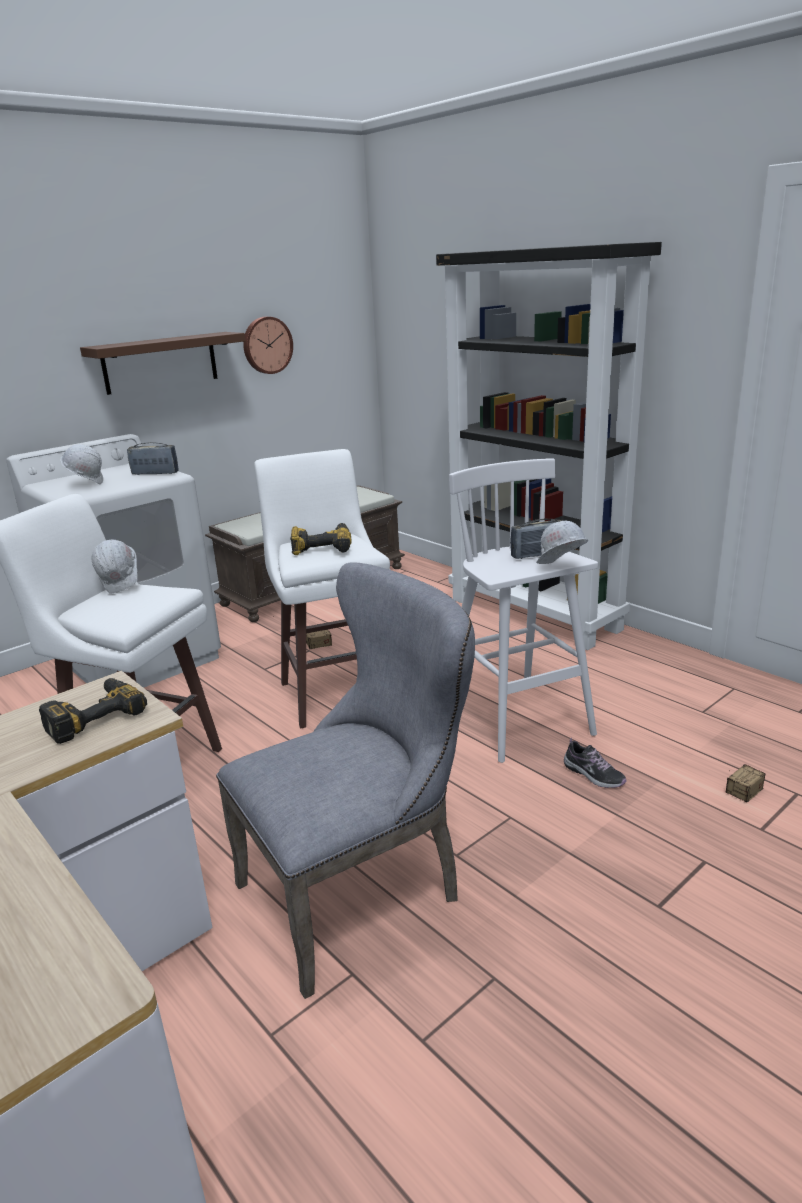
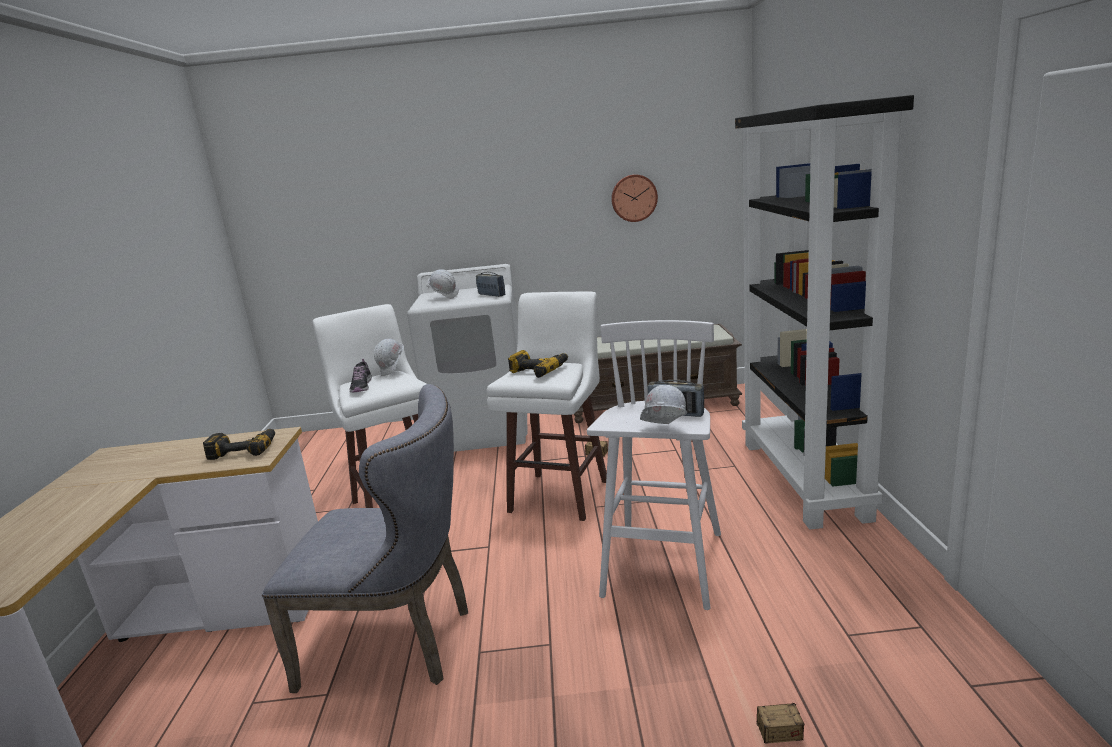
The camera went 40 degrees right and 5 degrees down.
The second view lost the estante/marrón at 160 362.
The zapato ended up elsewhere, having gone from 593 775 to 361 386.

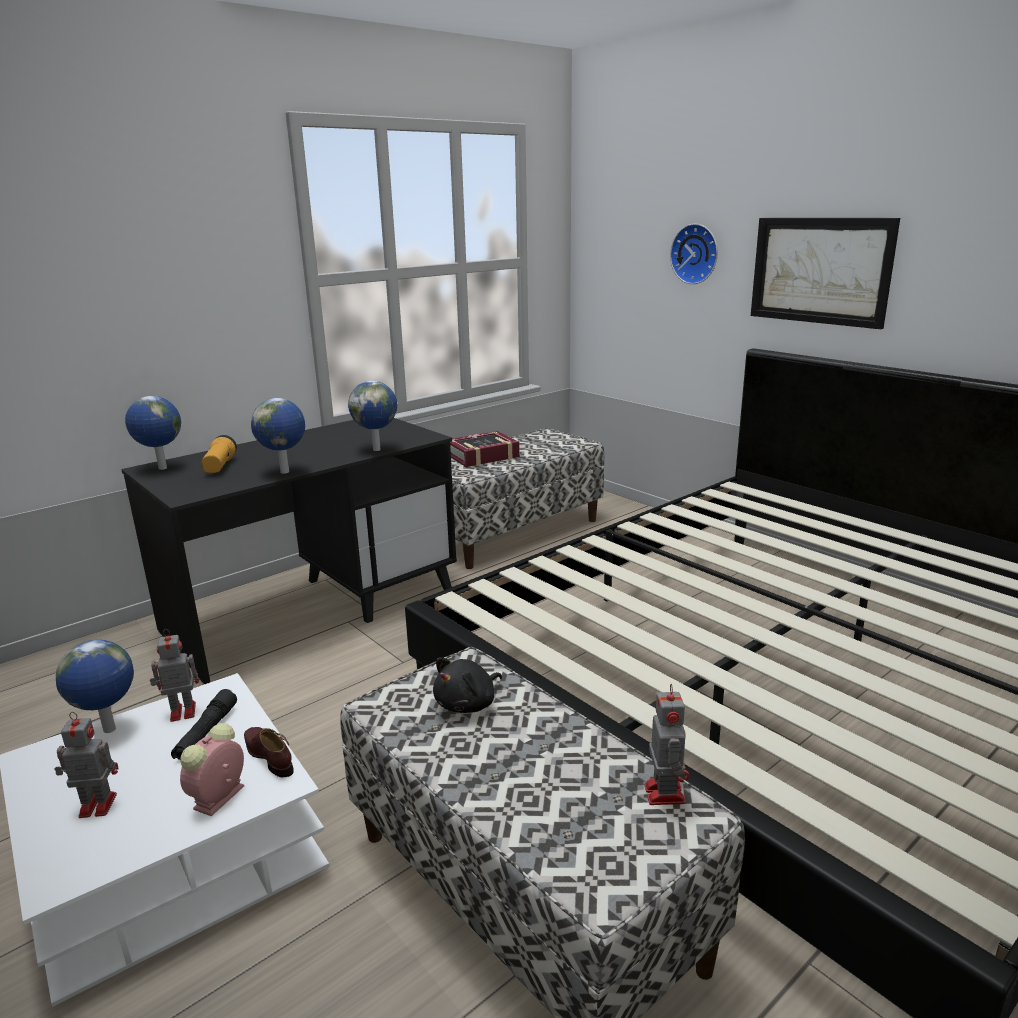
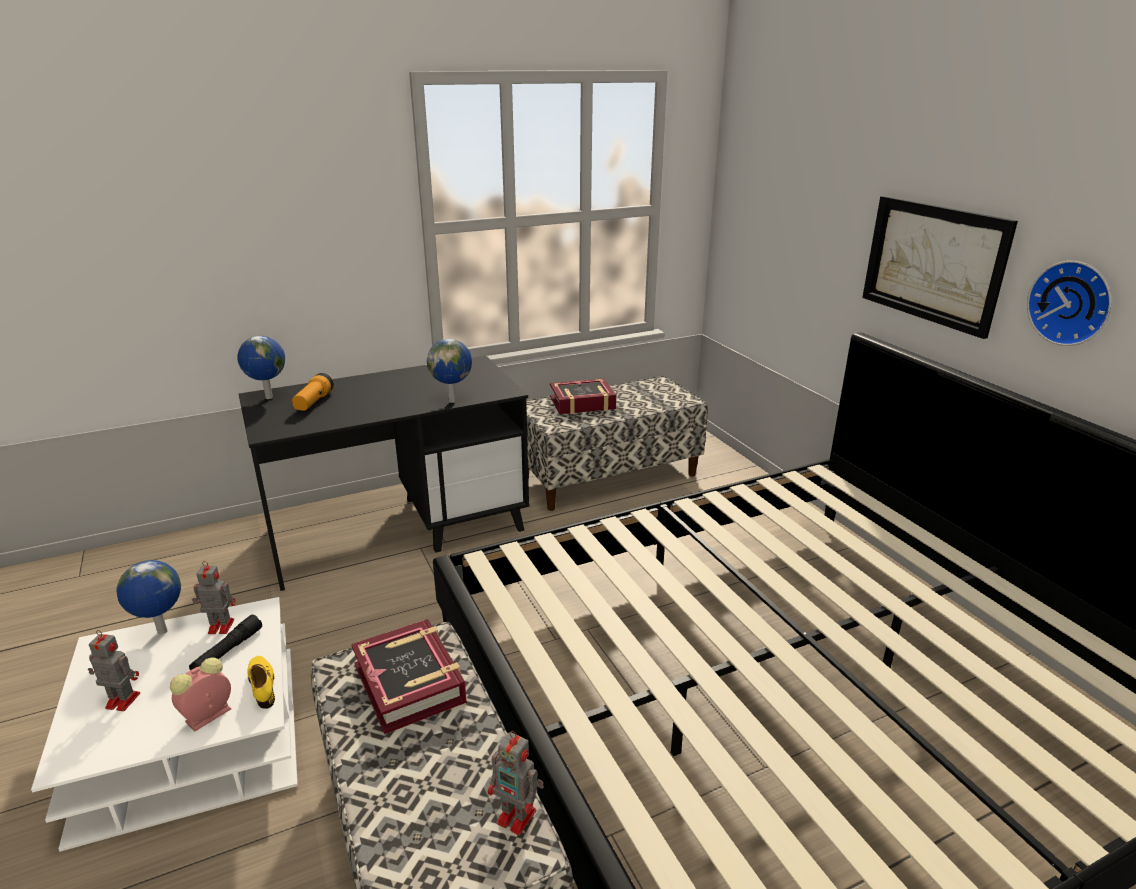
The camera went 15 degrees right and 5 degrees up.
The second view lost the globo terráqueo at 285 472.
The reloj de pared ended up elsewhere, having gone from 696 254 to 1072 303.
Where the peluche/negro stood at 468 704, the libro came to stand at 410 683.
What was the zapato/marrón at 269 756 turned into the zapato/amarillo at 263 684.
The robot de juguete at 664 792 ended up facing another way, 105 degrees clockwise from before.

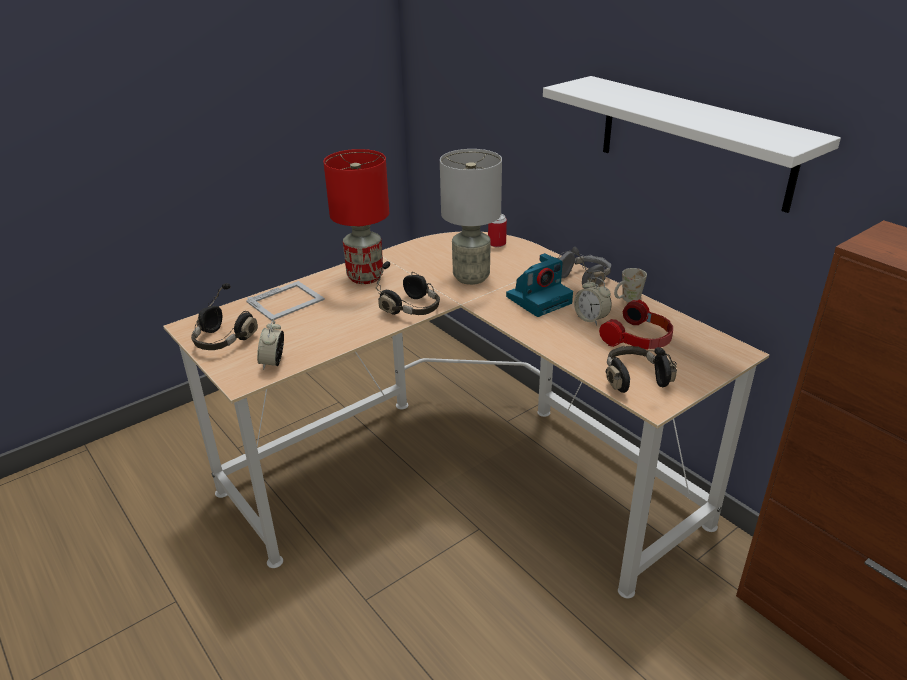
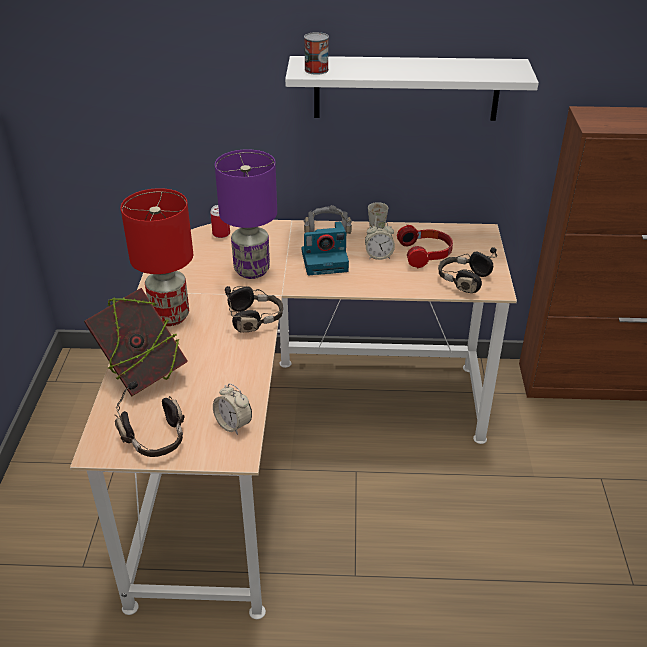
The camera went 50 degrees left and 5 degrees up.
The second view gained the lata at 316 70.
Where the portarretratos stood at 286 300, the libro came to stand at 142 374.
What was the lámpara de mesa/gris at 470 277 turned into the lámpara de mesa/morado at 251 271.
The cámara at 539 299 ended up facing another way, 75 degrees clockwise from before.

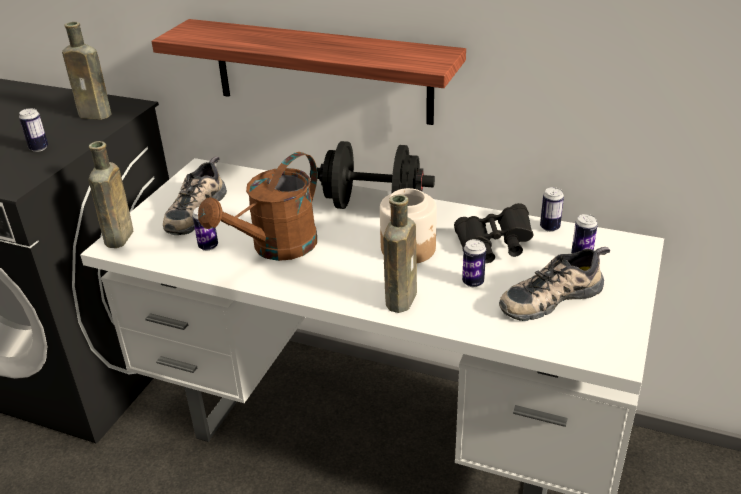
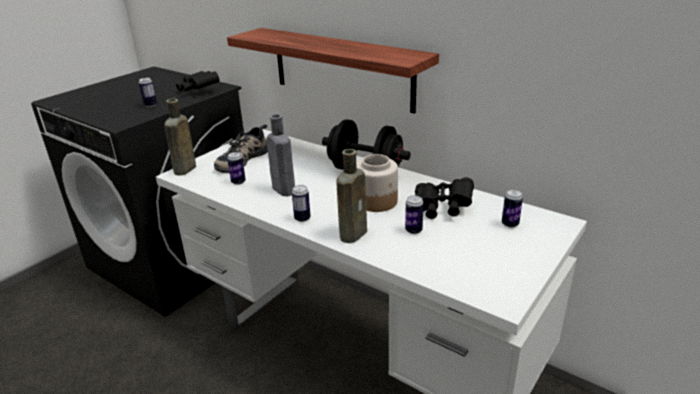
The camera went 15 degrees right and 5 degrees down.
The second view lost the zapato at 550 296.
The lata ended up elsewhere, having gone from 549 227 to 302 218.
Where the botella/marrón stood at 97 115, the prismáticos/negro came to stand at 198 90.
Where the regadera/marrón stood at 276 248, the botella/gris came to stand at 282 189.

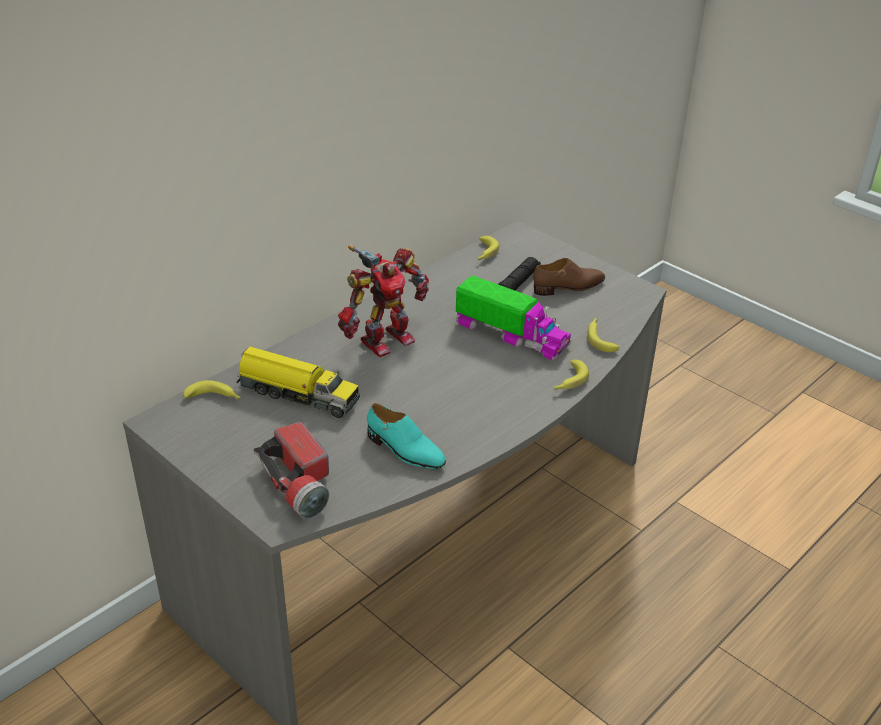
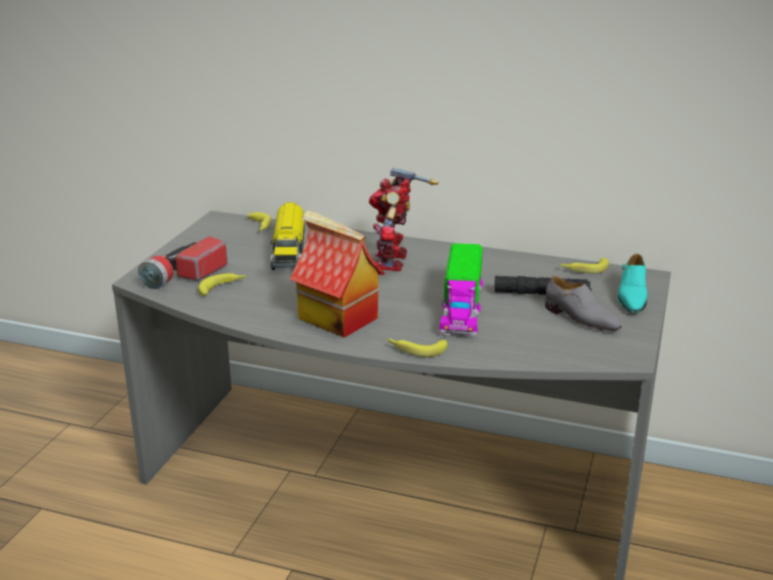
The camera went 65 degrees right and 10 degrees down.
The second view gained the casita at 336 318.
The zapato/turquesa ended up elsewhere, having gone from 405 450 to 631 297.
The plátano ended up elsewhere, having gone from 600 338 to 222 288.
What was the zapato/marrón at 568 287 turned into the zapato/gris at 581 319.
The robot de juguete at 384 339 ended up facing another way, 75 degrees clockwise from before.

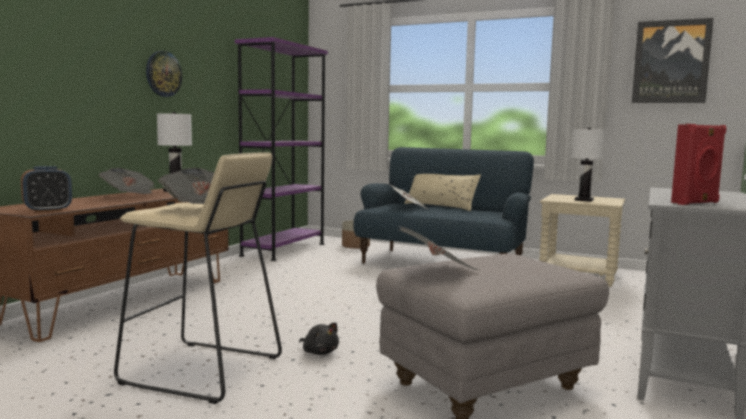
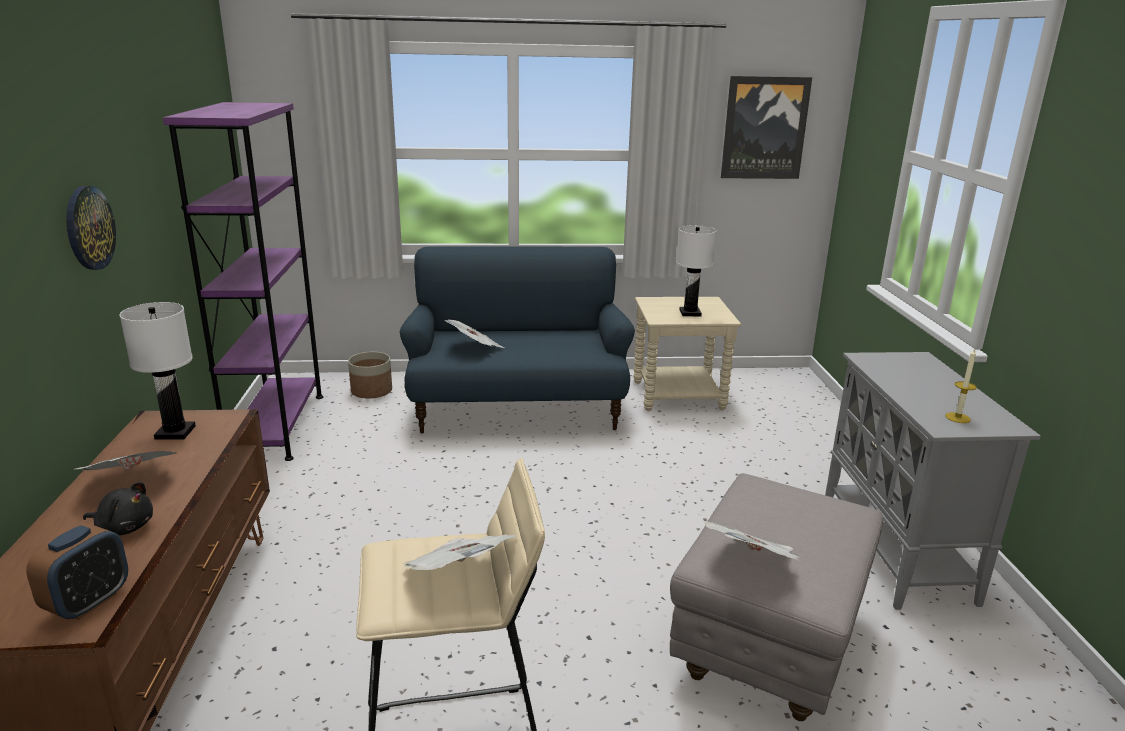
The camera went 30 degrees left and 15 degrees up.
The second view lost the cojín/beis at 440 206.
The peluche/negro ended up elsewhere, having gone from 319 352 to 124 528.
Where the altavoz/rojo stood at 696 203, the vela came to stand at 957 418.

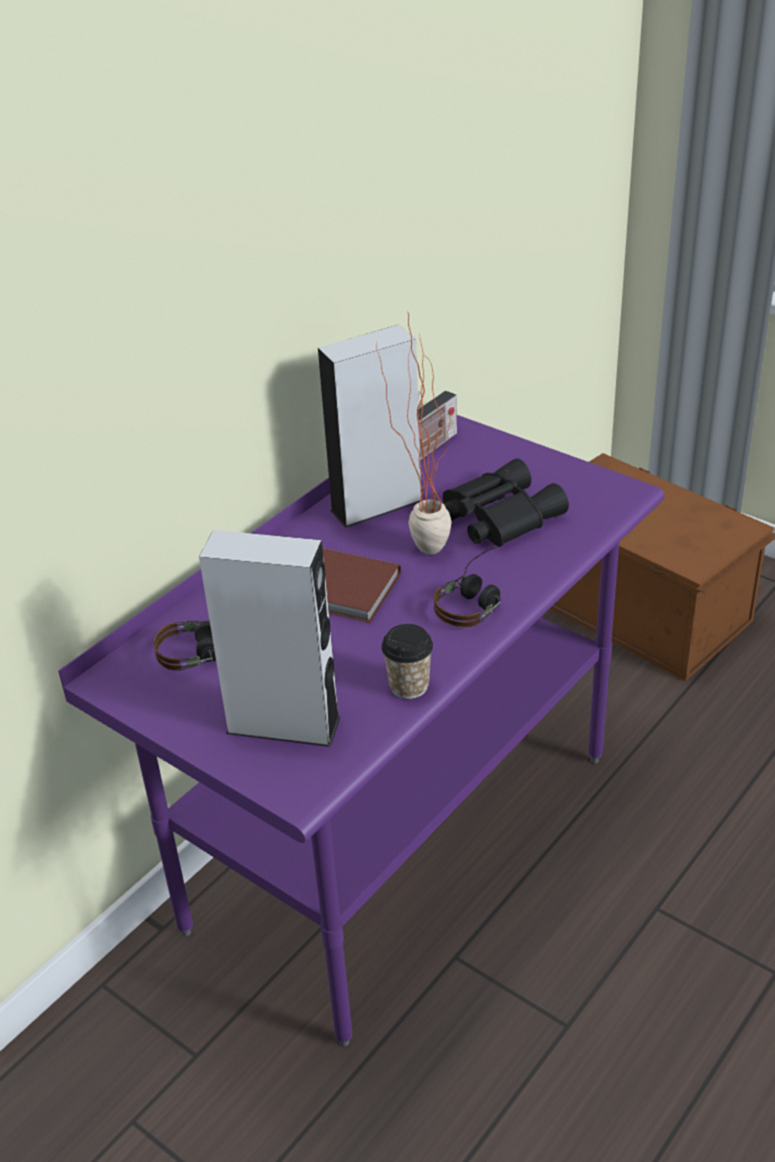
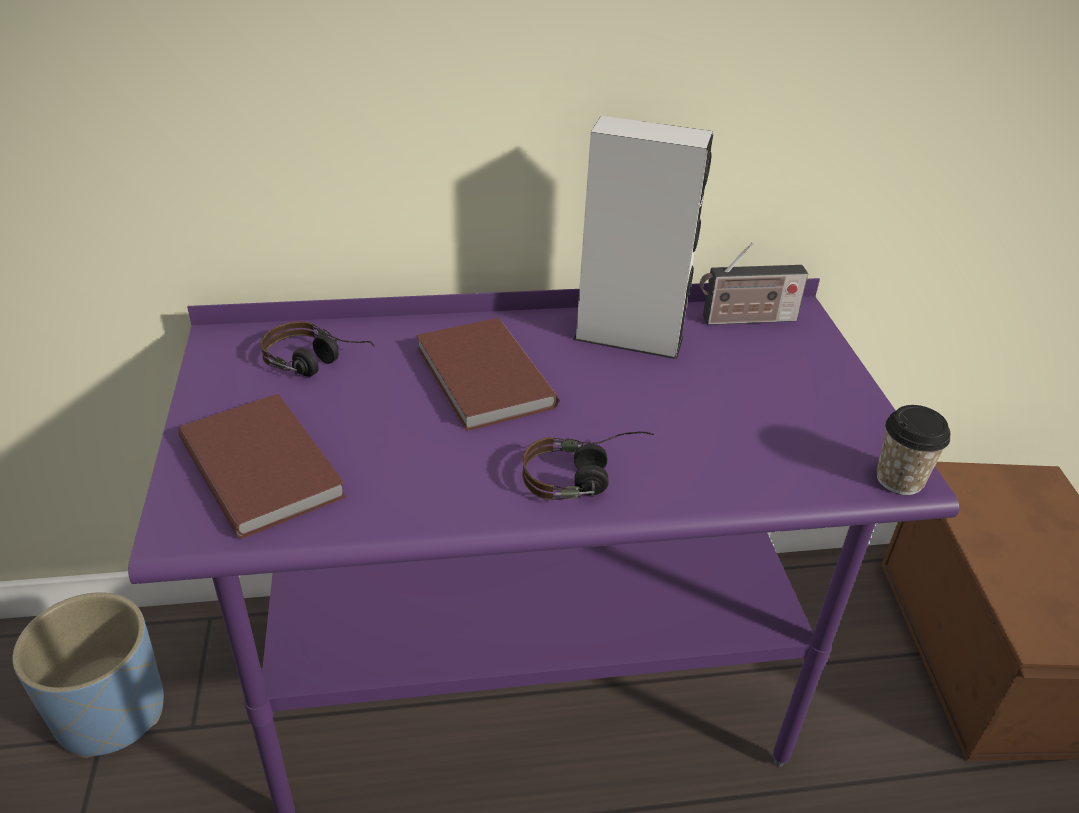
The camera went 40 degrees right and 0 degrees up.
The second view lost the planta en maceta at 421 544.
The second view lost the prismáticos/negro at 497 516.
The second view gained the maceta/azul at 111 711.
The taza ended up elsewhere, having gone from 409 686 to 899 479.
Where the altavoz/gris stood at 283 725, the libro/marrón came to stand at 264 465.

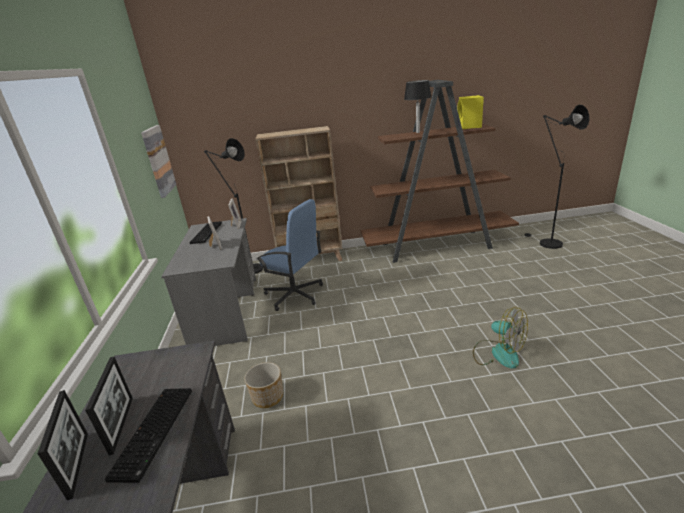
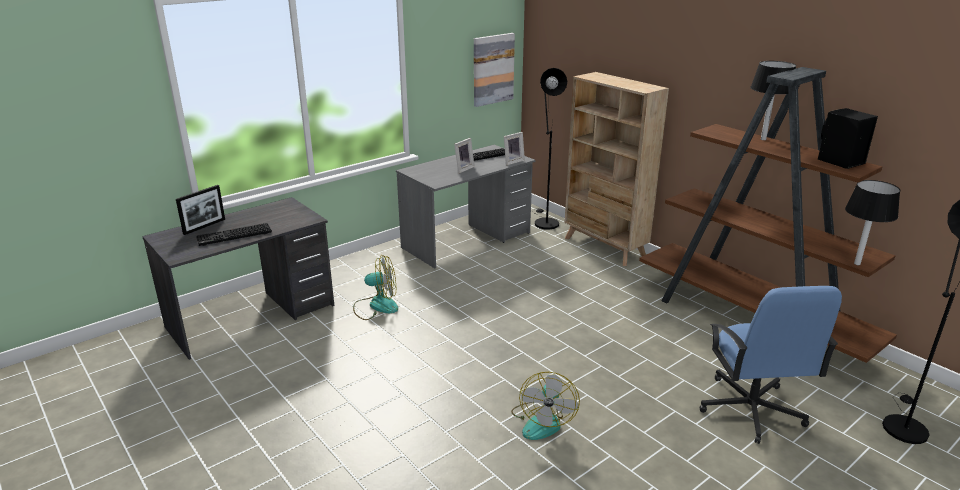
The camera went 55 degrees right and 0 degrees up.
The second view lost the portarretratos at 121 424.
The second view gained the lámpara de mesa/negro at 857 264.
The silla de oficina/azul ended up elsewhere, having gone from 295 295 to 750 410.
Where the maceta stood at 267 397, the ventilador came to stand at 376 306.
What was the altavoz/amarillo at 469 127 turned into the altavoz/negro at 839 162.

